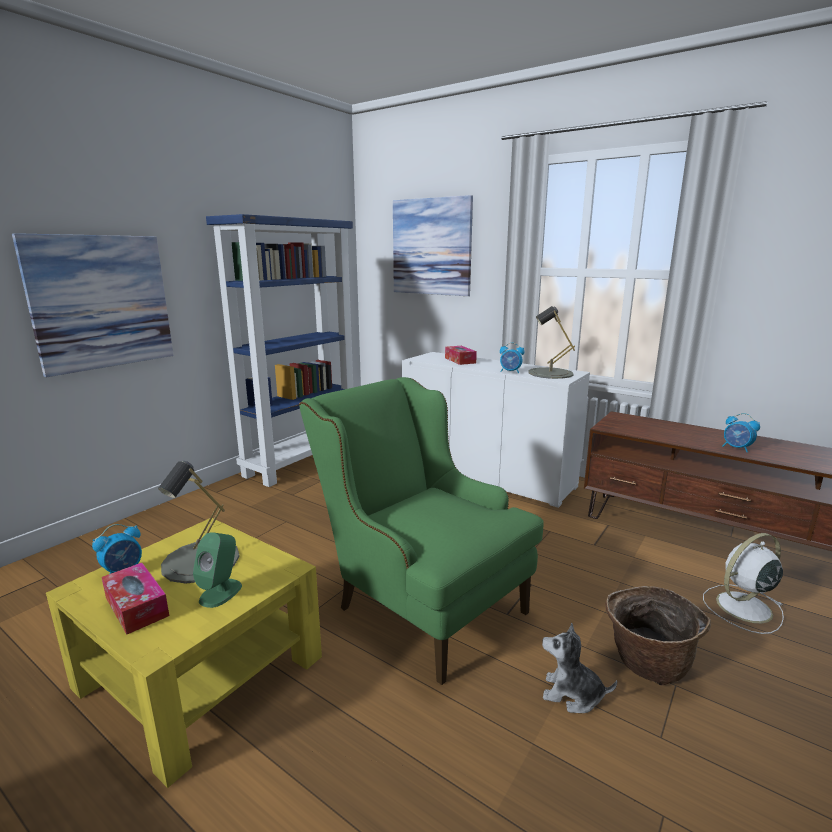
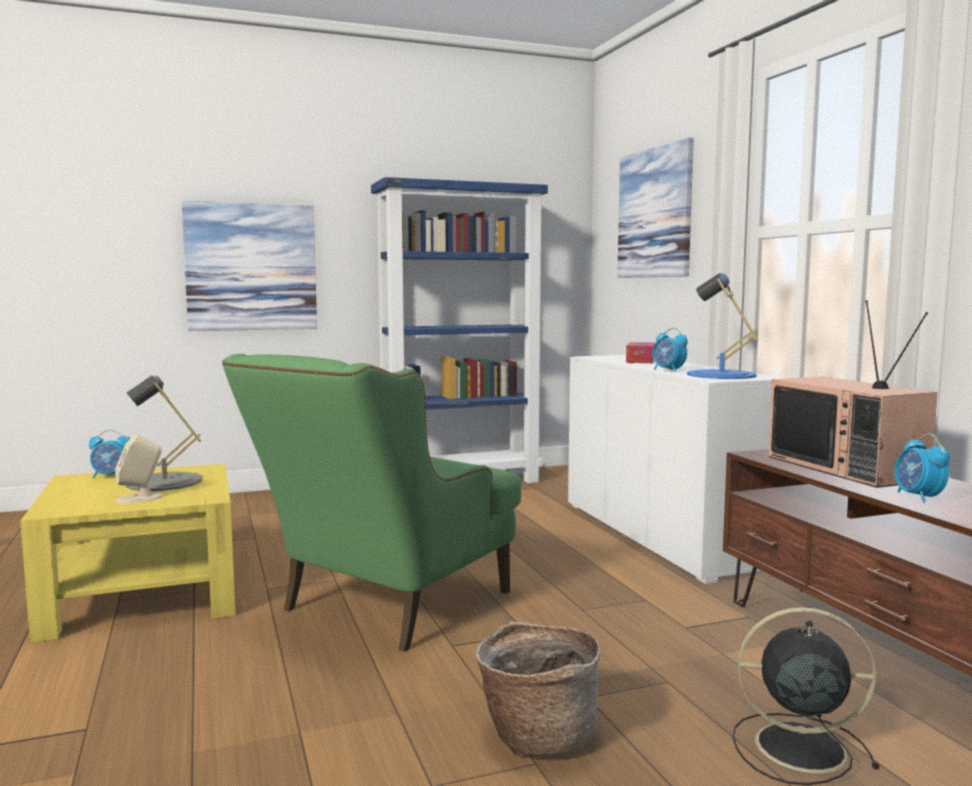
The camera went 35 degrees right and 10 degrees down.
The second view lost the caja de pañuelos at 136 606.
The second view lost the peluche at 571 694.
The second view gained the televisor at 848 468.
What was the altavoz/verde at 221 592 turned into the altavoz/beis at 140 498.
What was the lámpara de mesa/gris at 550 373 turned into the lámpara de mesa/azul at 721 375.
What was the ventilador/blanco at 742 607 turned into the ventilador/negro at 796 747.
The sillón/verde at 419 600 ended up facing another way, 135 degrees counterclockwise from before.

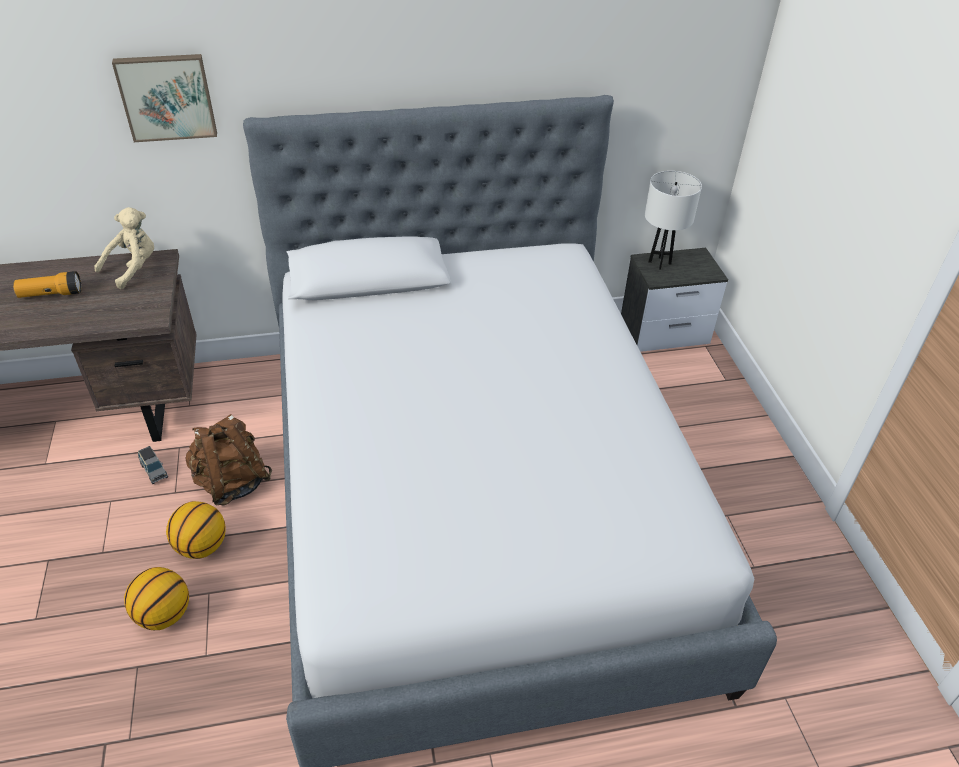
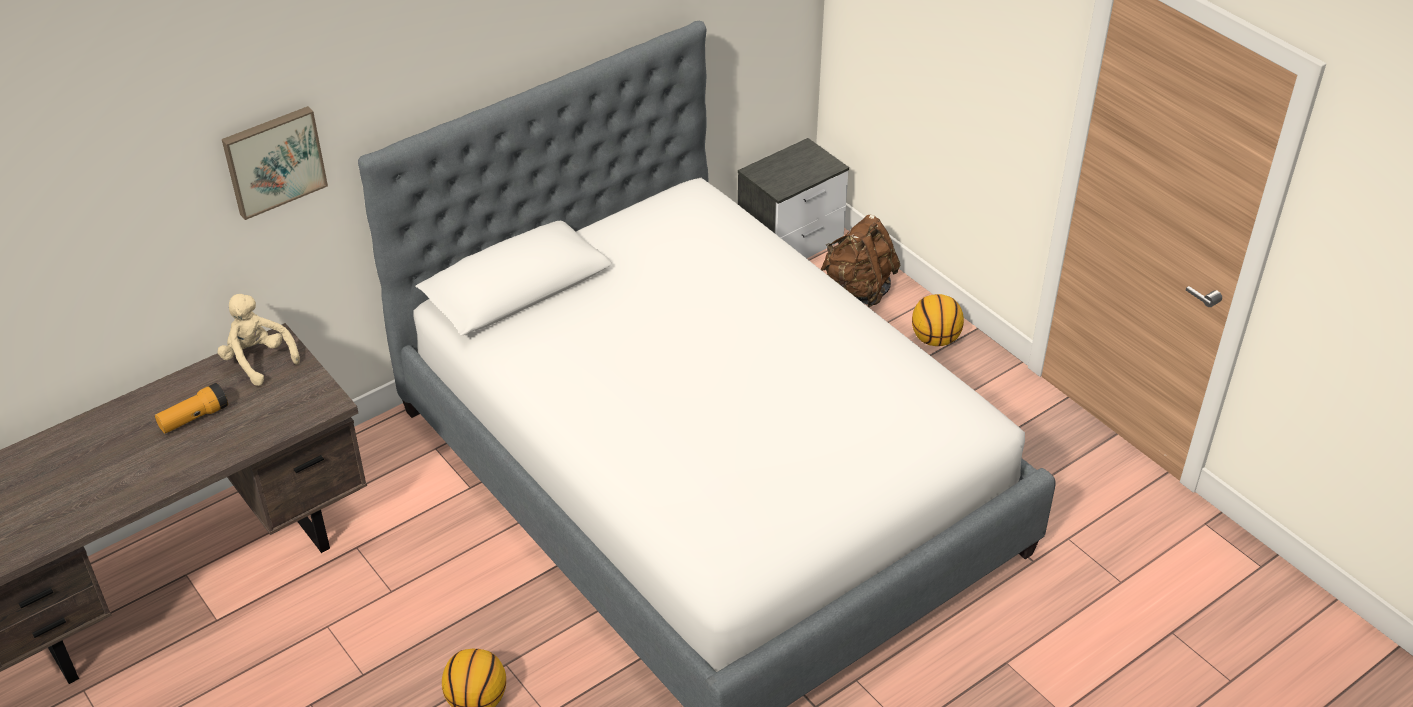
The camera went 25 degrees left and 0 degrees up.
The second view lost the coche de juguete/gris at 154 471.
The second view lost the lámpara de mesa/blanco at 659 263.
The balón de baloncesto ended up elsewhere, having gone from 201 546 to 935 339.
The mochila/marrón ended up elsewhere, having gone from 232 483 to 858 290.
The peluche/beis at 134 268 ended up facing another way, 60 degrees counterclockwise from before.

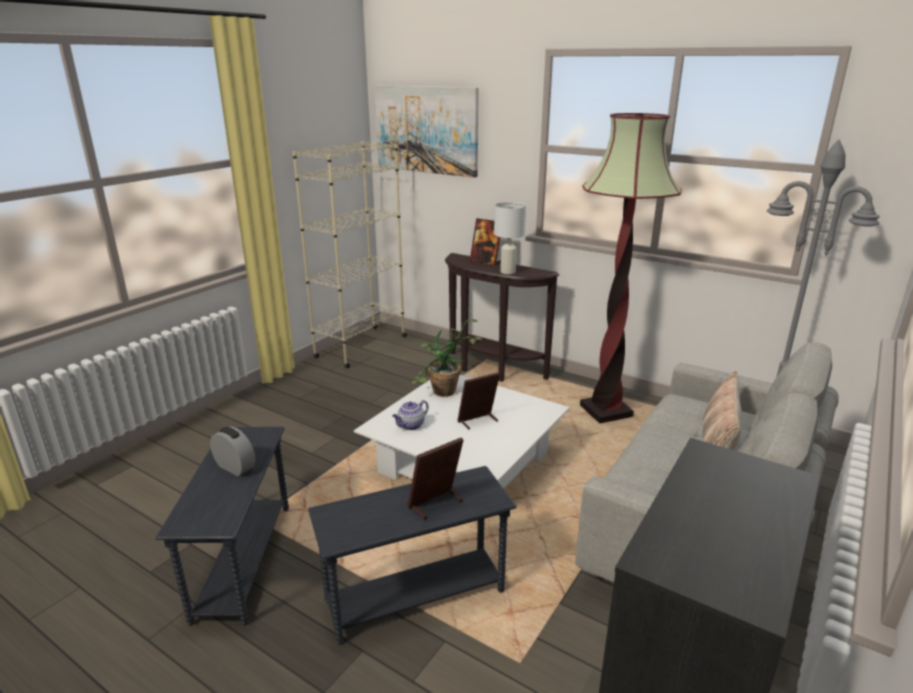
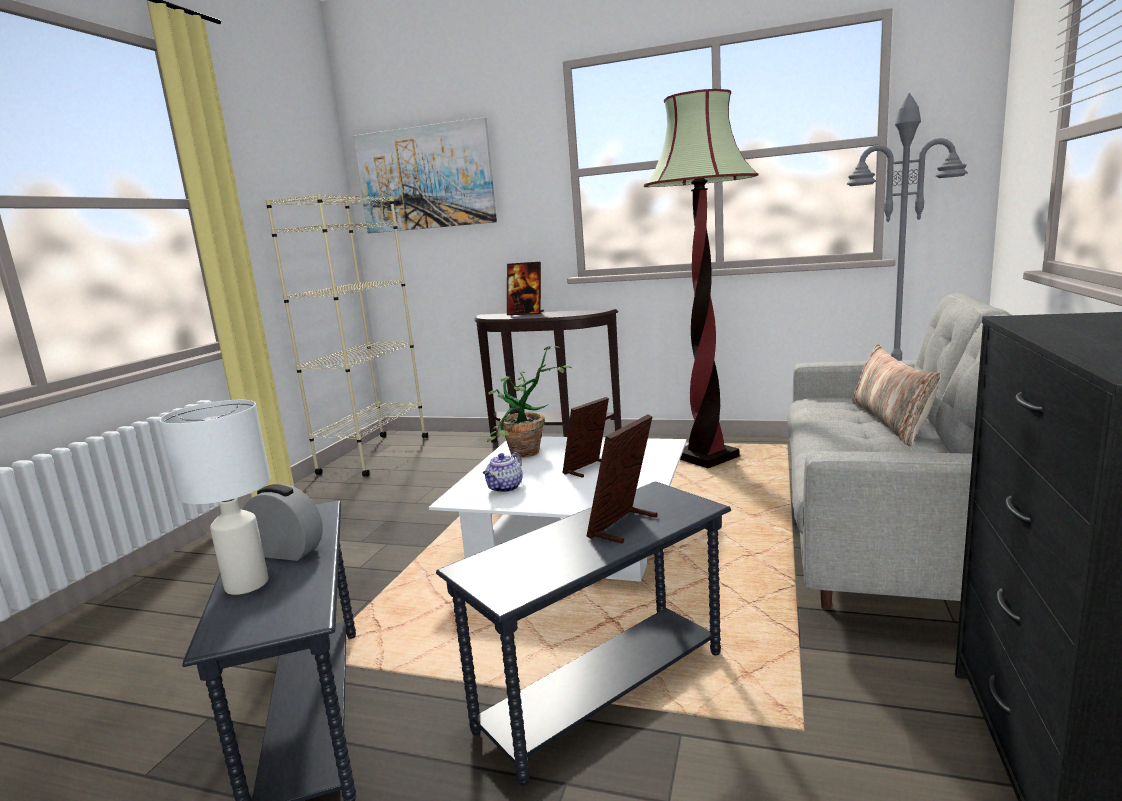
The camera went 15 degrees left and 10 degrees down.
The lámpara de mesa/blanco ended up elsewhere, having gone from 508 272 to 248 583.

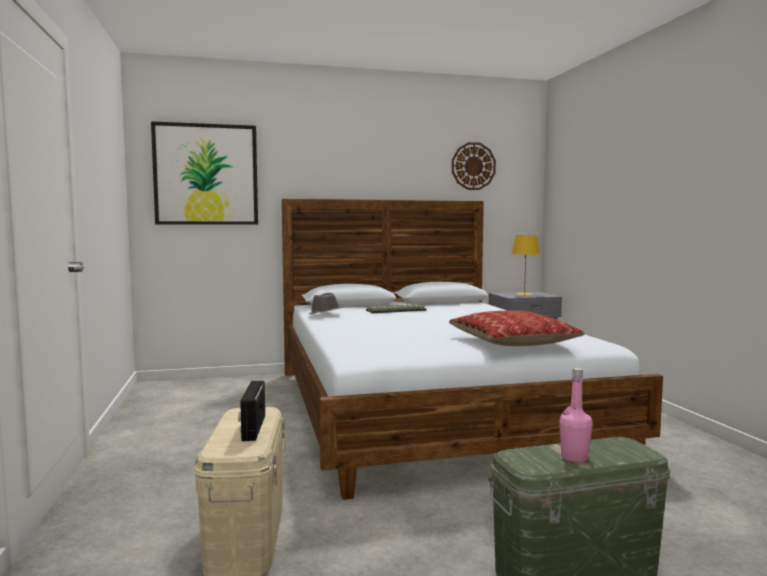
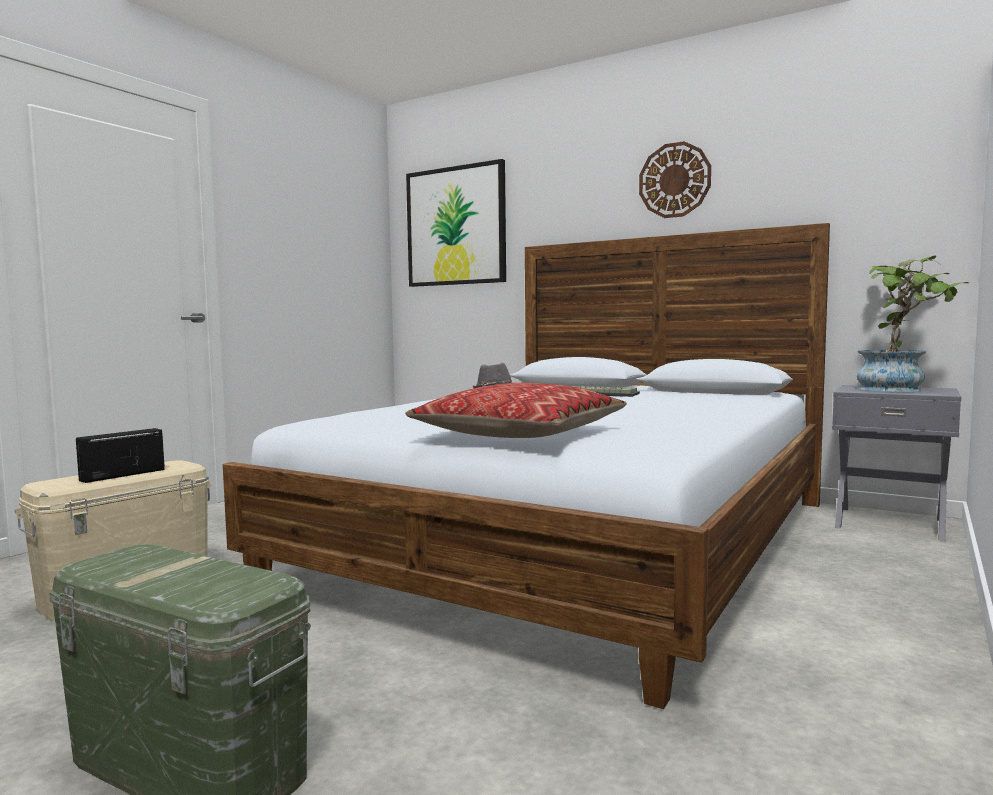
The camera went 45 degrees right and 0 degrees up.
The second view lost the botella/rosa at 574 458.
The reloj de pared ended up elsewhere, having gone from 473 166 to 674 180.
Where the lámpara de mesa/amarillo stood at 524 294, the planta en maceta came to stand at 900 389.

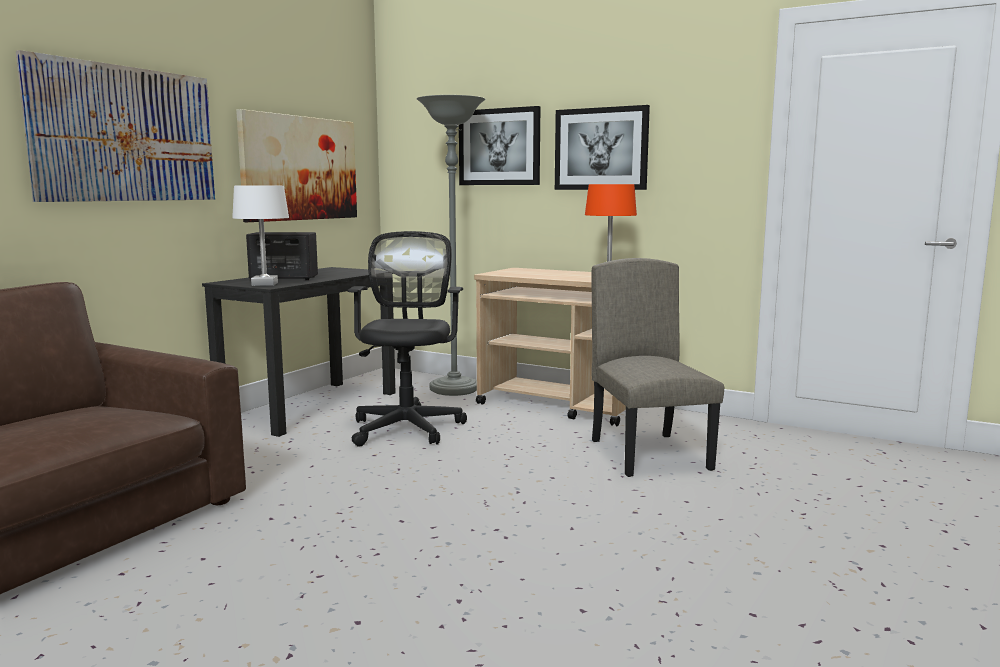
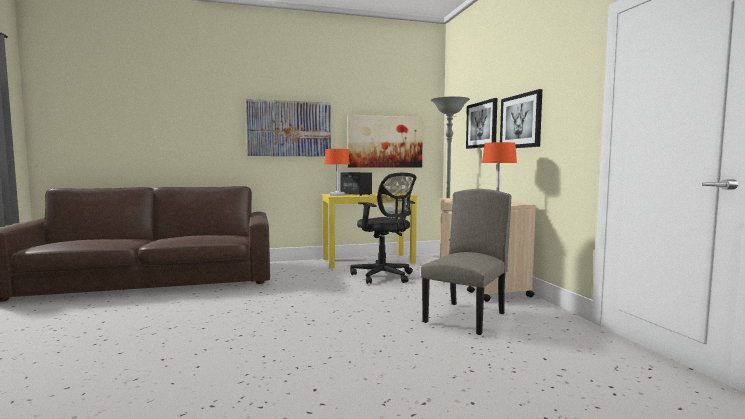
The camera went 45 degrees right and 5 degrees down.
What was the escritorio/negro at 311 406 turned into the escritorio/amarillo at 369 261.
What was the lámpara de mesa/blanco at 265 284 turned into the lámpara de mesa/naranja at 337 195.
The silla de oficina/negro at 408 427 ended up facing another way, 90 degrees clockwise from before.

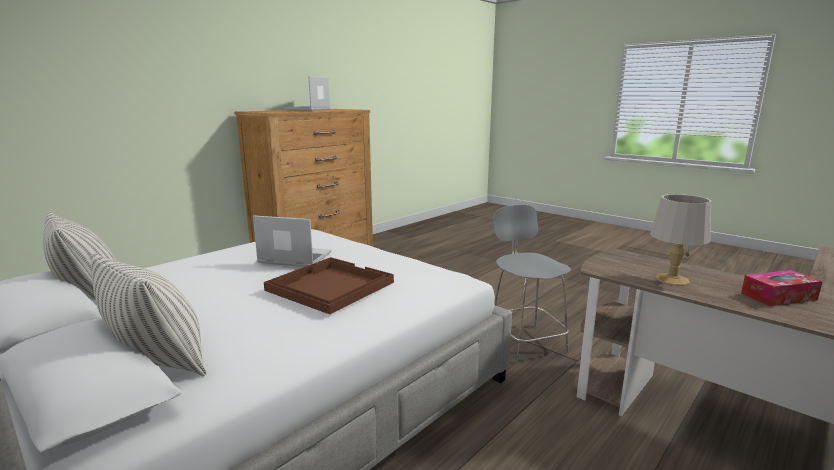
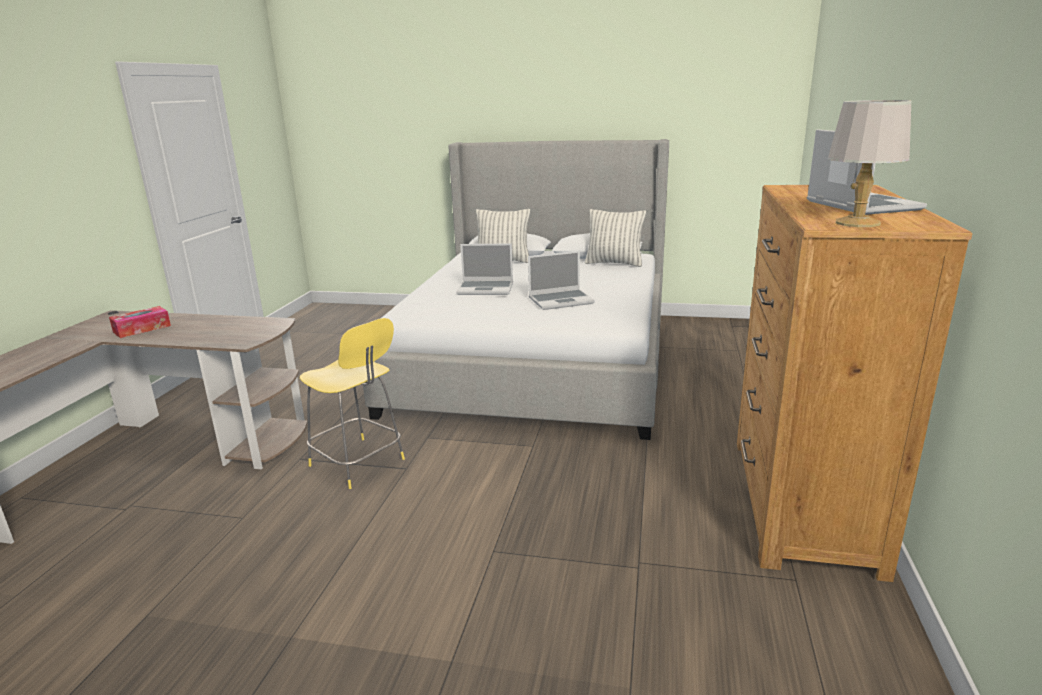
The camera went 150 degrees right and 5 degrees up.
The lámpara de mesa/gris ended up elsewhere, having gone from 671 279 to 858 223.
Where the bandeja/marrón stood at 329 286, the portátil came to stand at 486 289.
What was the taburete/gris at 525 341 turned into the taburete/amarillo at 359 463.

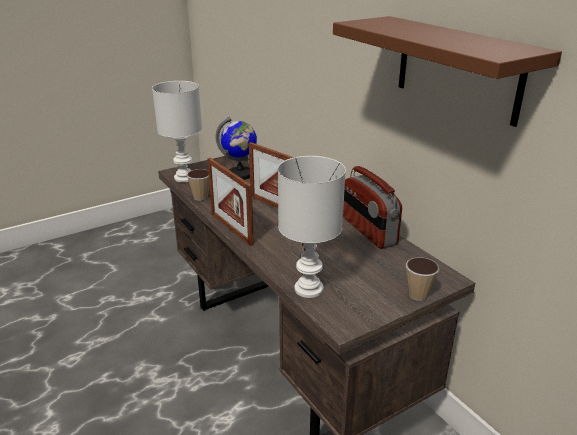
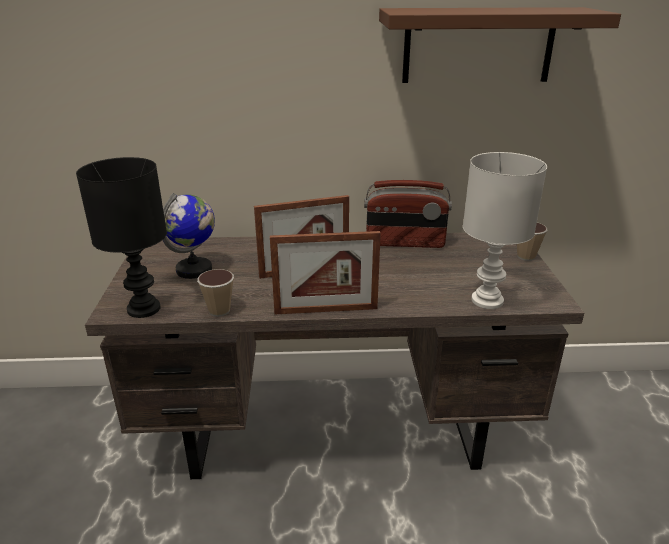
The camera went 60 degrees left and 0 degrees up.
What was the lámpara de mesa/blanco at 185 178 turned into the lámpara de mesa/negro at 145 308.

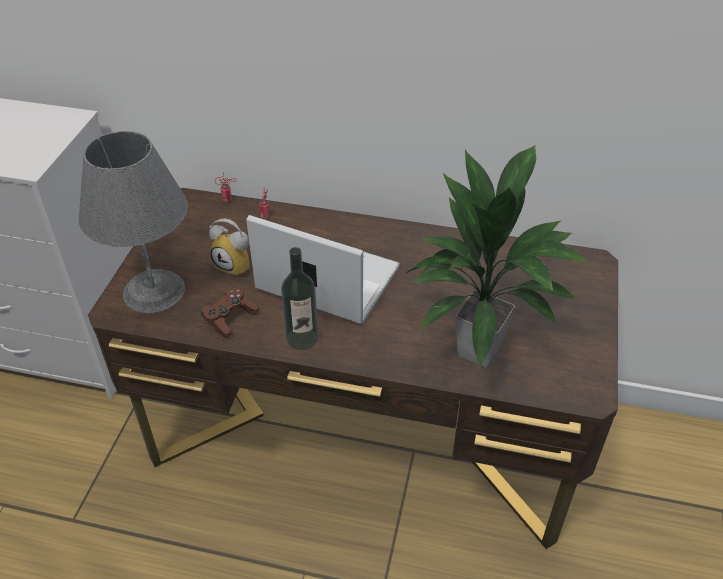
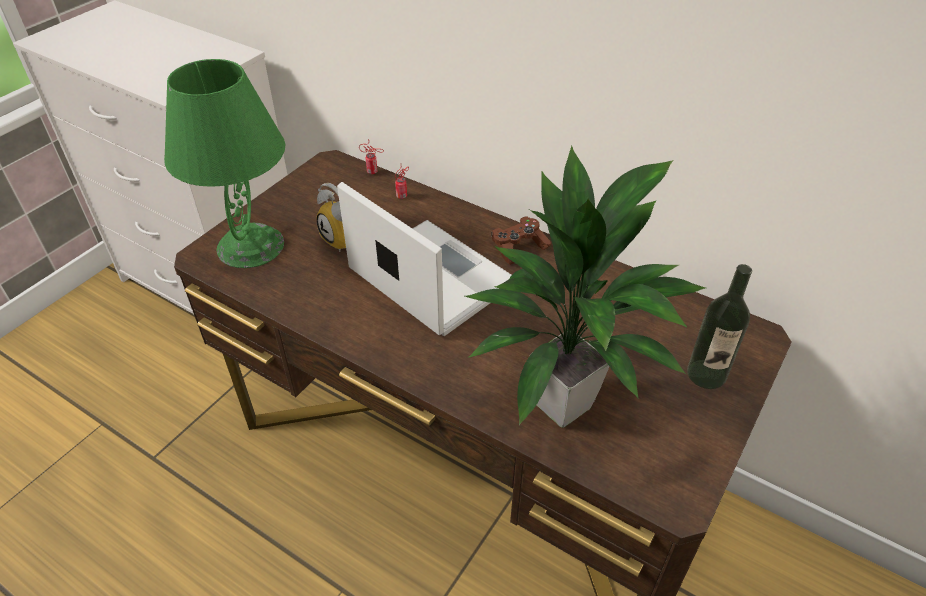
The camera went 20 degrees right and 0 degrees up.
The mando de consola/marrón ended up elsewhere, having gone from 230 318 to 519 248.
The botella ended up elsewhere, having gone from 302 338 to 706 374.
What was the lámpara de mesa/gris at 155 291 turned into the lámpara de mesa/verde at 251 246.

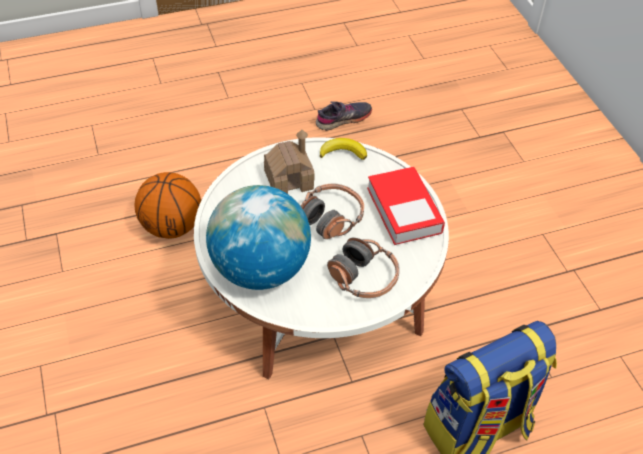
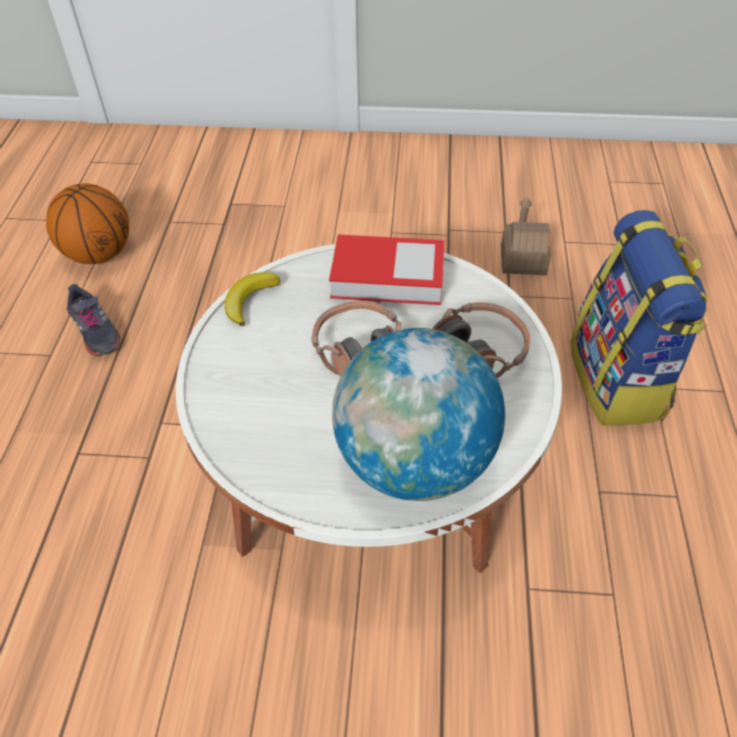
The camera went 65 degrees left and 0 degrees up.
The balón de baloncesto ended up elsewhere, having gone from 172 227 to 99 254.
The casita ended up elsewhere, having gone from 289 180 to 523 260.
The zapato/gris at 343 119 ended up facing another way, 150 degrees clockwise from before.

